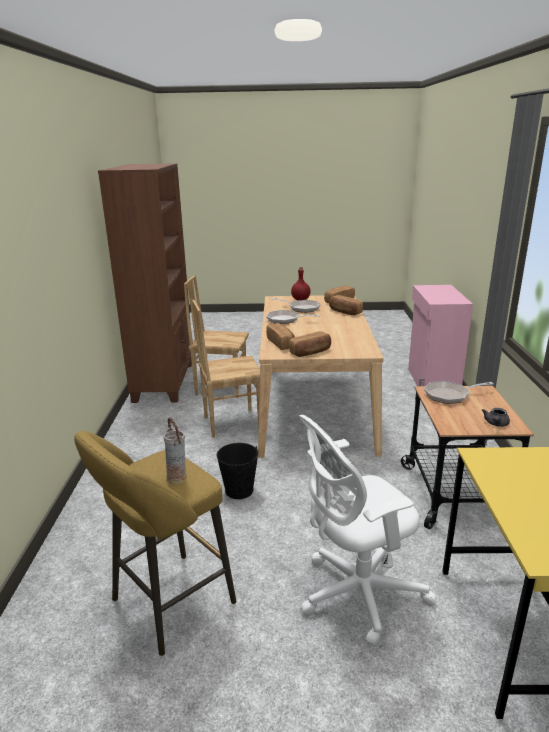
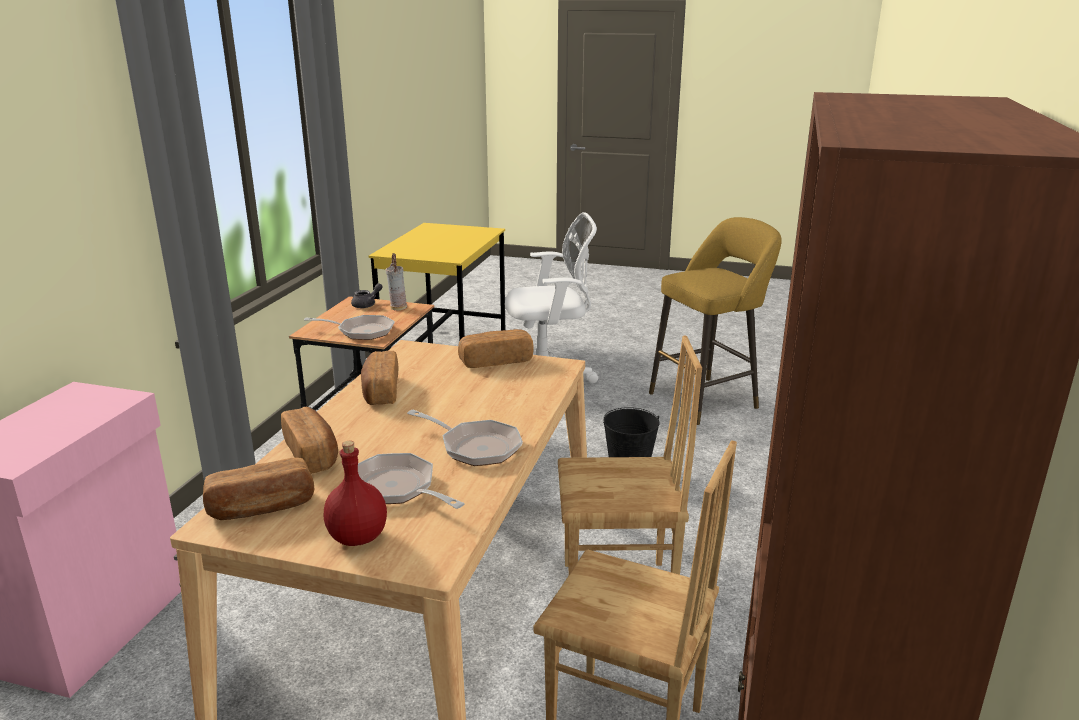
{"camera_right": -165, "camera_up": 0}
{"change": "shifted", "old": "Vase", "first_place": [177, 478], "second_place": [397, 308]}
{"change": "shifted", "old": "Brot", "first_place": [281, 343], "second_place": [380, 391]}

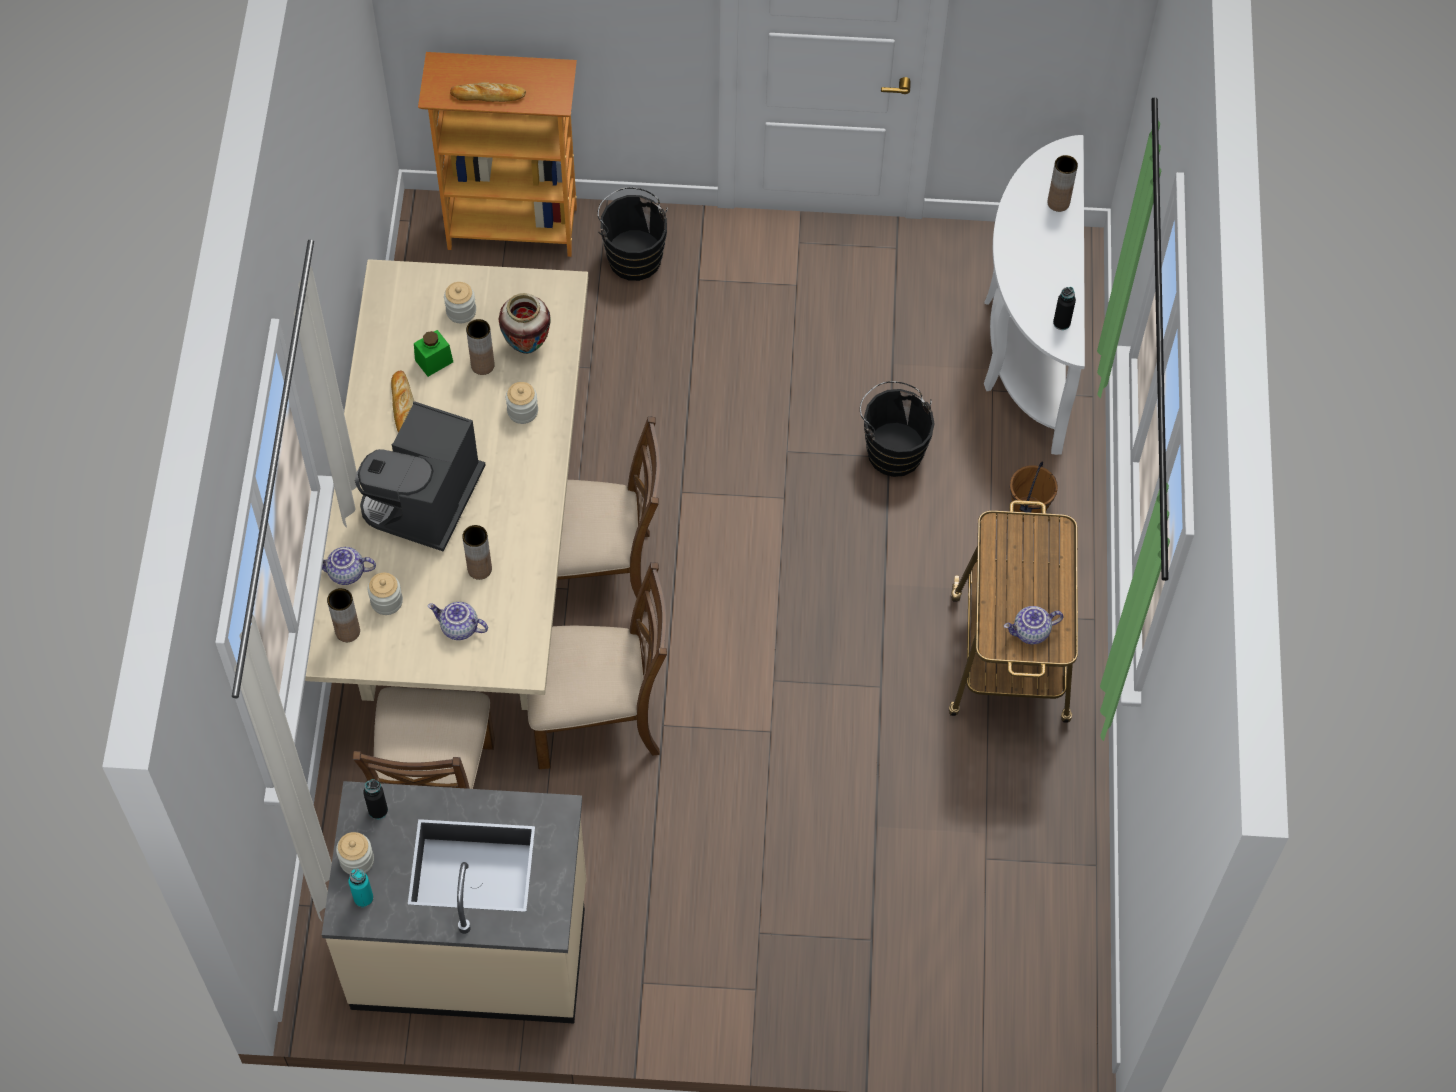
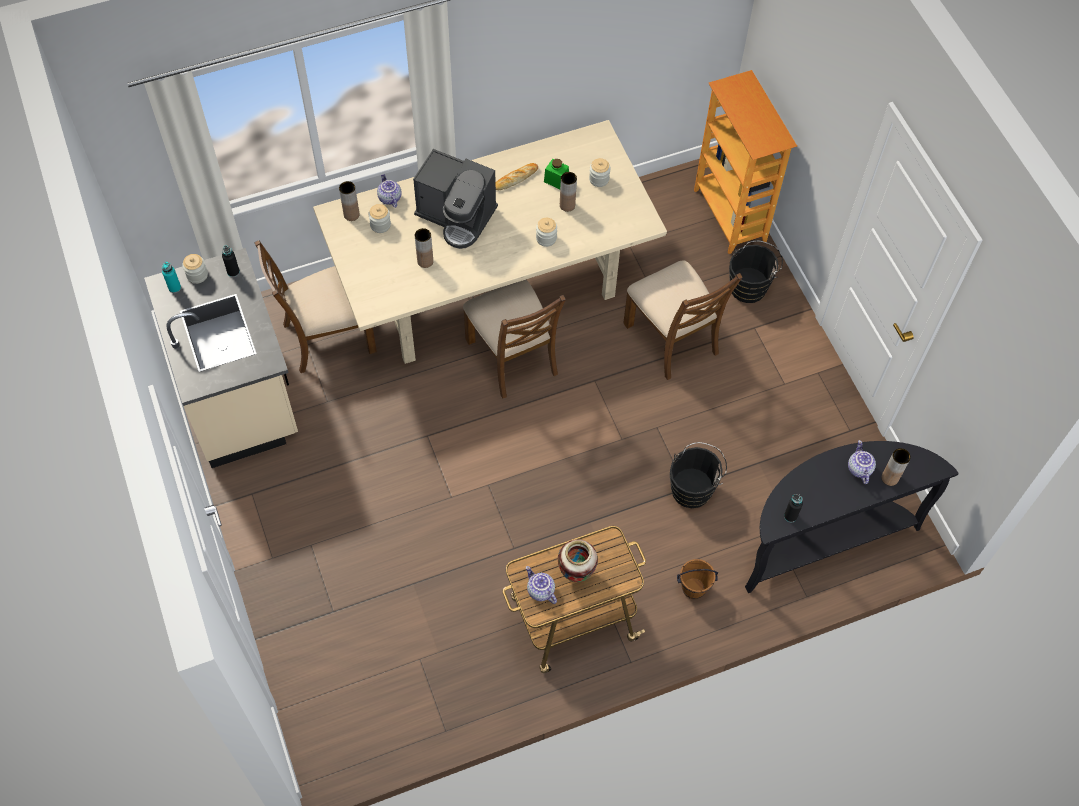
{"camera_right": 65, "camera_up": 0}
{"change": "rotated", "old": "Kaffeemaschine", "first_place": [426, 502], "second_place": [457, 216], "degrees": -150}
{"change": "shifted", "old": "Teekanne", "first_place": [458, 628], "second_place": [858, 468]}
{"change": "gone", "old": "Brot", "first_place": [488, 95]}
{"change": "shifted", "old": "Vase", "first_place": [527, 346], "second_place": [576, 573]}
{"change": "shifted", "old": "Stuhl (braun)", "first_place": [597, 716], "second_place": [672, 338]}
{"change": "repainted", "old": "Konsolentisch (weiß)", "new": "Konsolentisch (schwarz)", "first_place": [1025, 344], "second_place": [822, 538]}

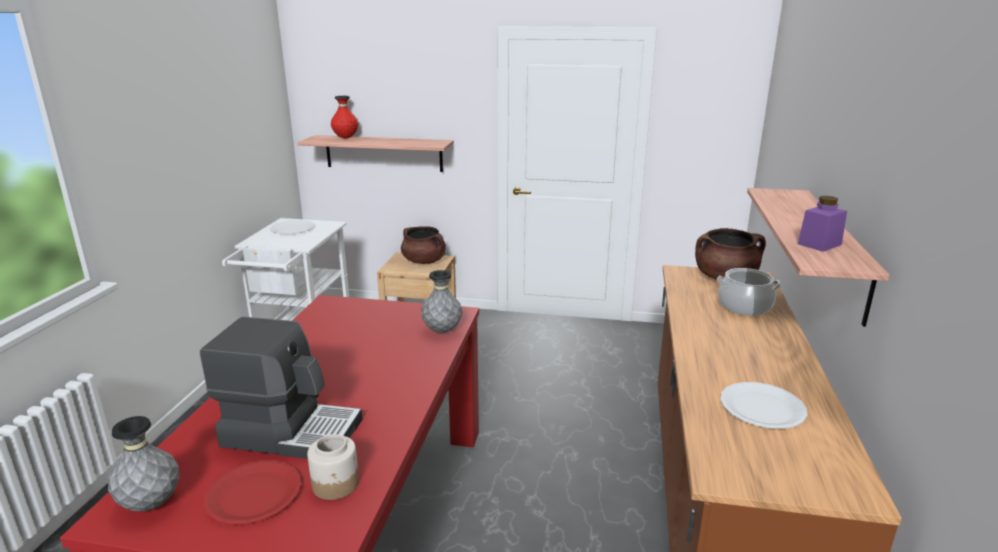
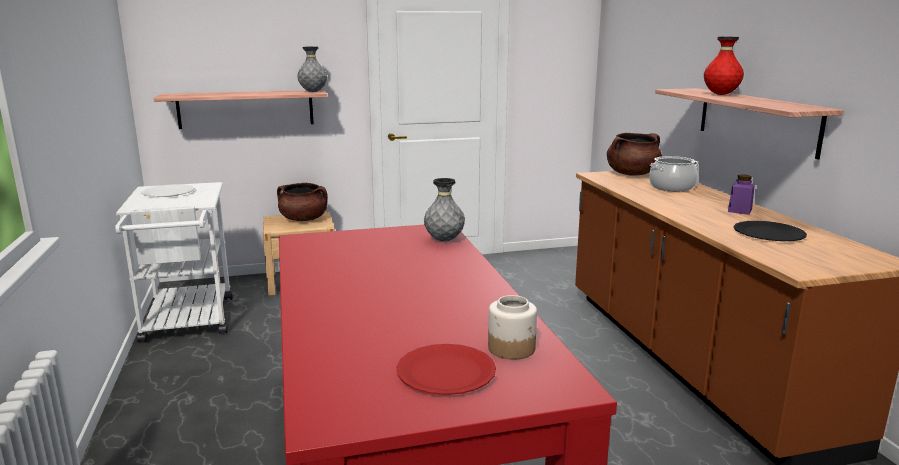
{"camera_right": -25, "camera_up": -5}
{"change": "shifted", "old": "Vase (grau)", "first_place": [151, 504], "second_place": [313, 92]}
{"change": "gone", "old": "Kaffeemaschine", "first_place": [292, 431]}
{"change": "shifted", "old": "Vase (rot)", "first_place": [346, 138], "second_place": [721, 94]}
{"change": "repainted", "old": "Teller (weiß)", "new": "Teller (schwarz)", "first_place": [762, 407], "second_place": [769, 233]}
{"change": "shifted", "old": "Vorratsglas (lila)", "first_place": [819, 244], "second_place": [739, 210]}

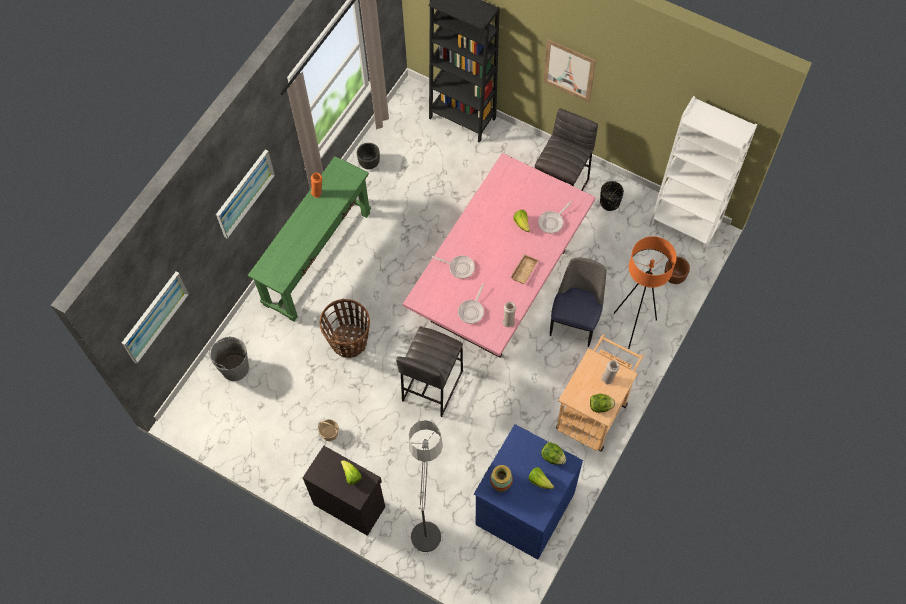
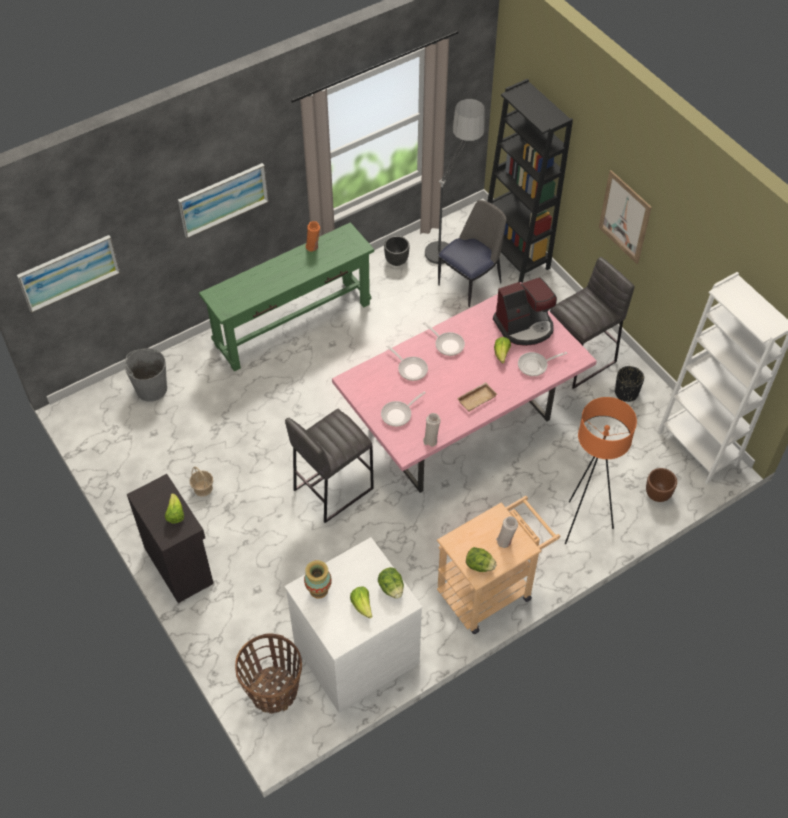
{"camera_right": 25, "camera_up": -10}
{"change": "shifted", "old": "Korb", "first_place": [349, 341], "second_place": [274, 691]}
{"change": "shifted", "old": "Stehlampe", "first_place": [426, 513], "second_place": [449, 239]}
{"change": "repainted", "old": "Kommode (blau)", "new": "Kommode (weiß)", "first_place": [523, 508], "second_place": [355, 652]}
{"change": "shifted", "old": "Stuhl", "first_place": [575, 320], "second_place": [471, 282]}
{"change": "new", "new": "Pfanne", "second_place": [447, 344]}
{"change": "new", "new": "Kaffeemaschine", "second_place": [524, 326]}

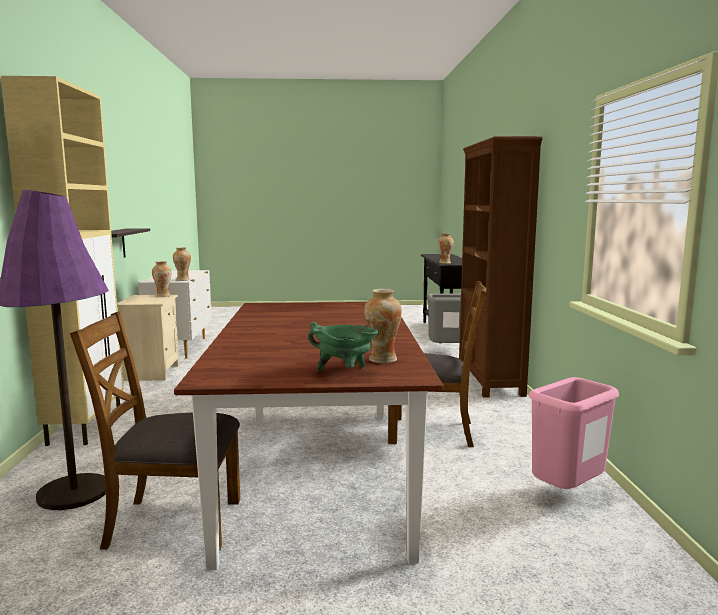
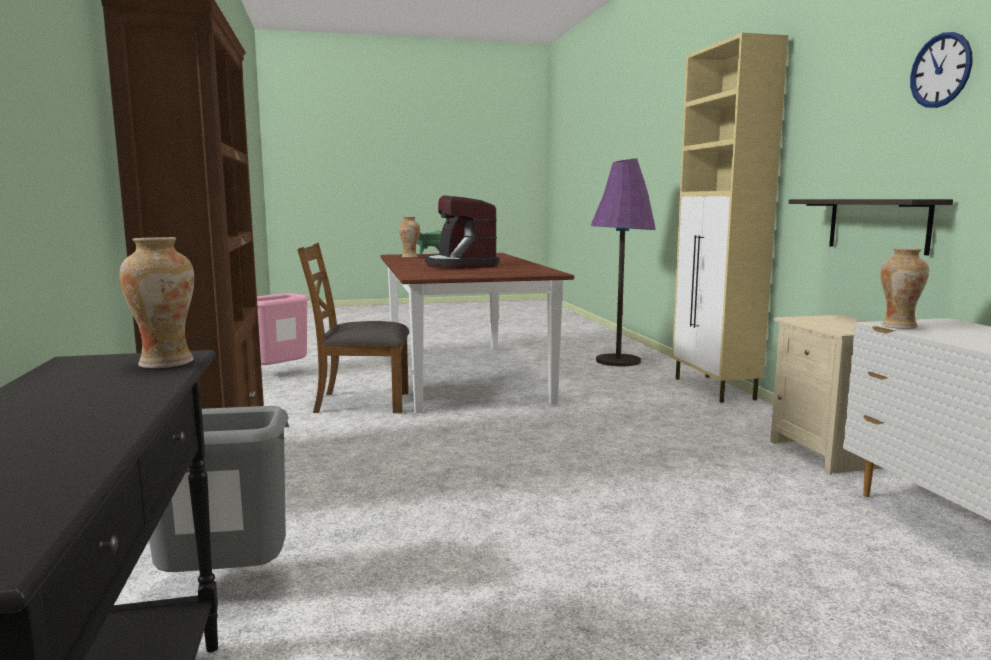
{"camera_right": 170, "camera_up": 0}
{"change": "gone", "old": "Stuhl (braun)", "first_place": [172, 523]}
{"change": "gone", "old": "Vase", "first_place": [163, 296]}
{"change": "new", "new": "Kaffeemaschine", "second_place": [460, 265]}
{"change": "new", "new": "Wanduhr", "second_place": [940, 70]}

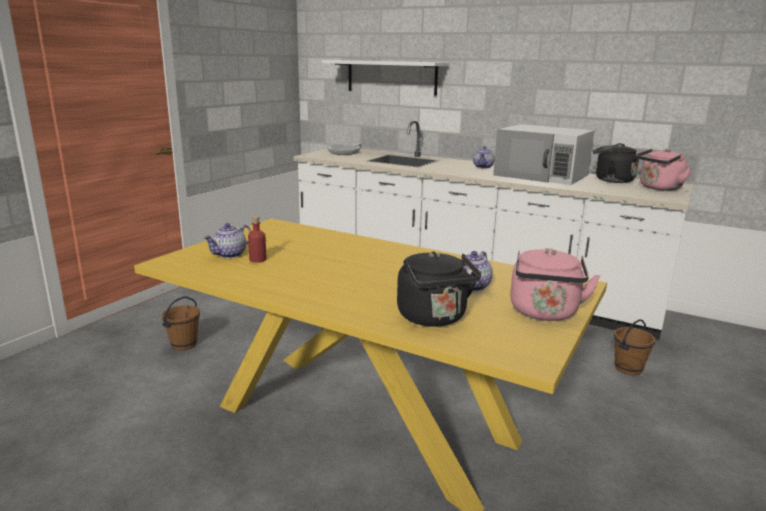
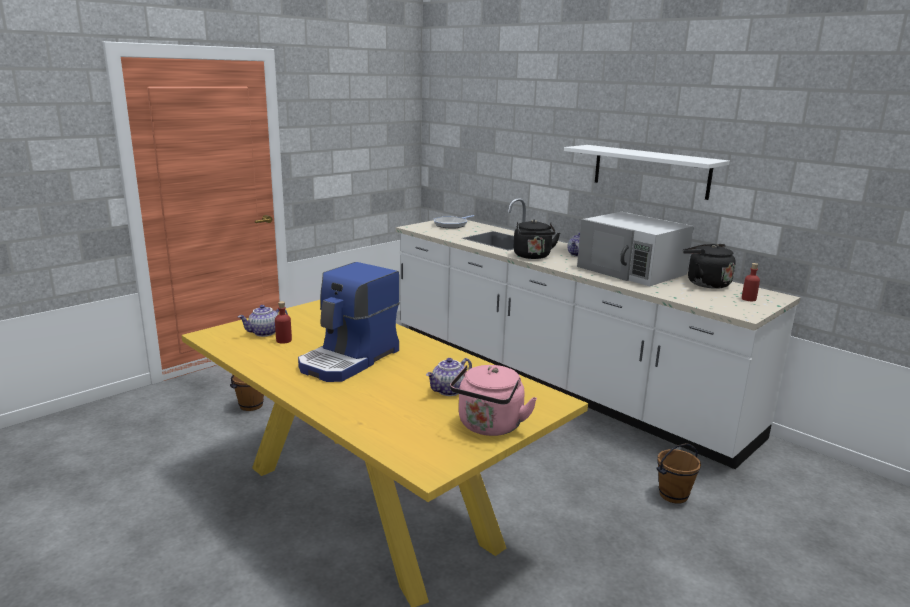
{"camera_right": 15, "camera_up": 0}
{"change": "shifted", "old": "Wandregal (weiß)", "first_place": [391, 77], "second_place": [650, 171]}
{"change": "shifted", "old": "Wasserkessel (schwarz)", "first_place": [434, 318], "second_place": [533, 256]}
{"change": "swapped", "old": "Wasserkessel (rosa)", "new": "Flasche (rot)", "first_place": [658, 188], "second_place": [748, 299]}
{"change": "new", "new": "Kaffeemaschine", "second_place": [350, 360]}

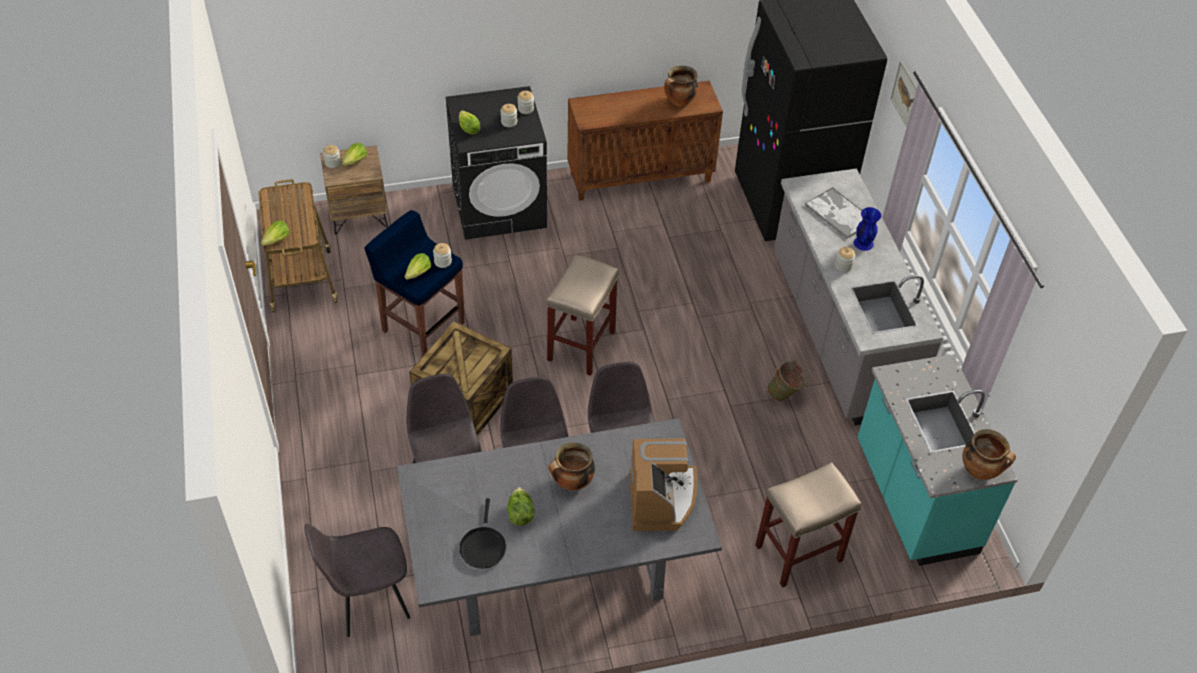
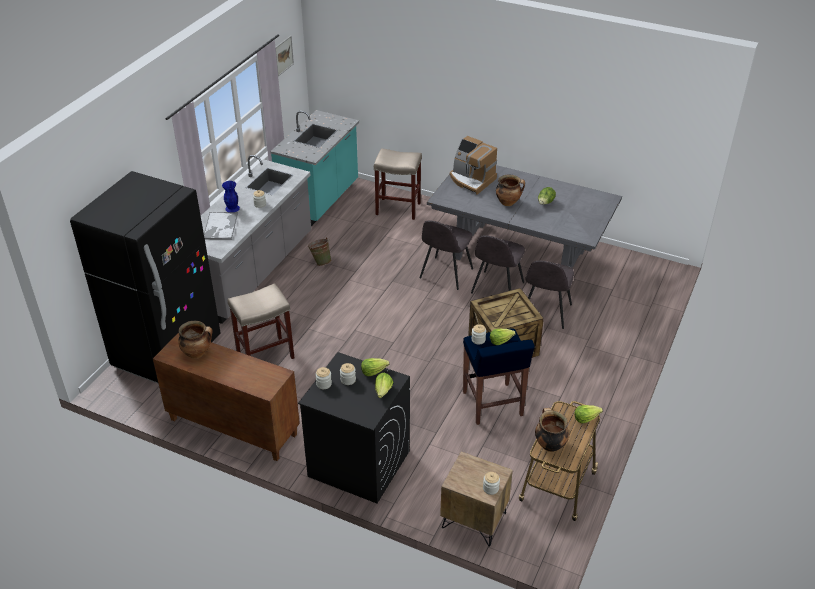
{"camera_right": -140, "camera_up": -10}
{"change": "gone", "old": "Stuhl (grau)", "first_place": [367, 598]}
{"change": "shifted", "old": "Salatkopf", "first_place": [355, 161], "second_place": [373, 371]}
{"change": "gone", "old": "Pfanne (schwarz)", "first_place": [483, 546]}
{"change": "shifted", "old": "Hocker (beige)", "first_place": [581, 345], "second_place": [264, 355]}
{"change": "rotated", "old": "Kaffeemaschine", "first_place": [661, 499], "second_place": [471, 180], "degrees": -90}
{"change": "shifted", "old": "Bild", "first_place": [906, 95], "second_place": [283, 55]}
{"change": "shifted", "old": "Kochtopf", "first_place": [980, 471], "second_place": [549, 444]}

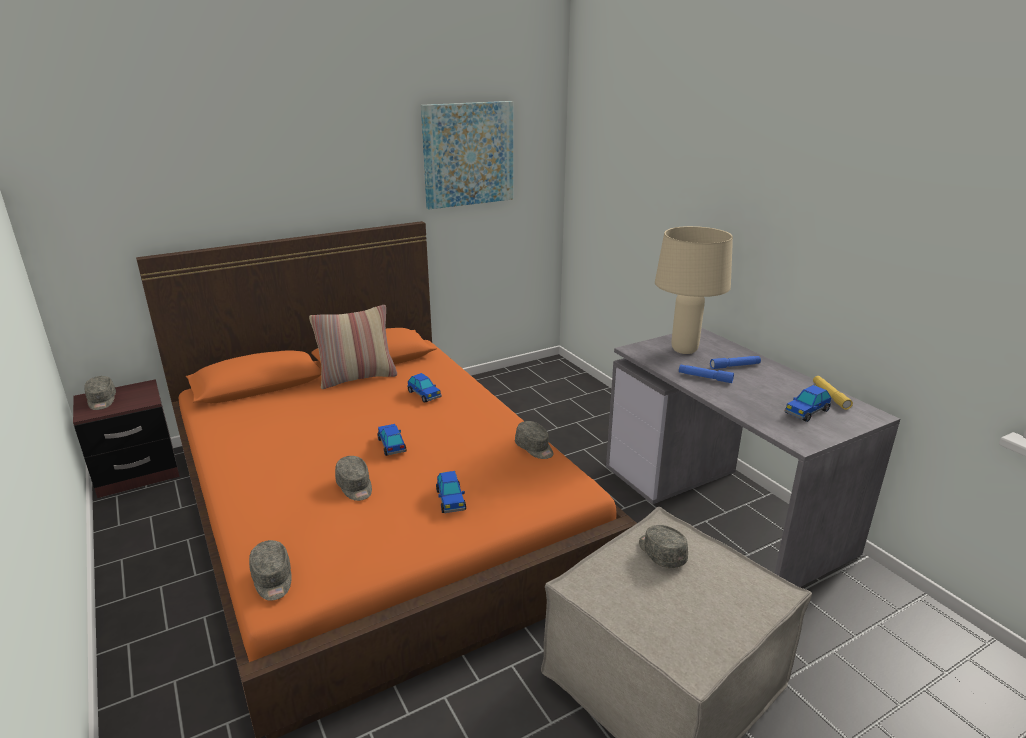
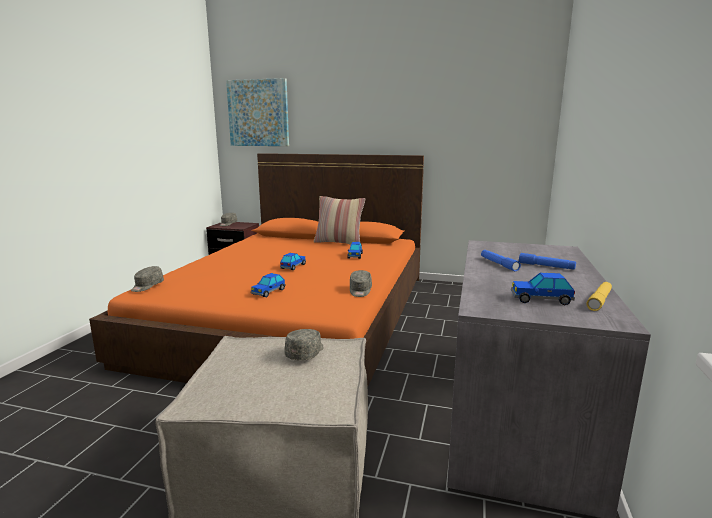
{"camera_right": 45, "camera_up": -10}
{"change": "gone", "old": "Kappe (grau)", "first_place": [355, 487]}
{"change": "shifted", "old": "Bild", "first_place": [468, 154], "second_place": [258, 113]}
{"change": "gone", "old": "Tischlampe (beige)", "first_place": [684, 350]}

